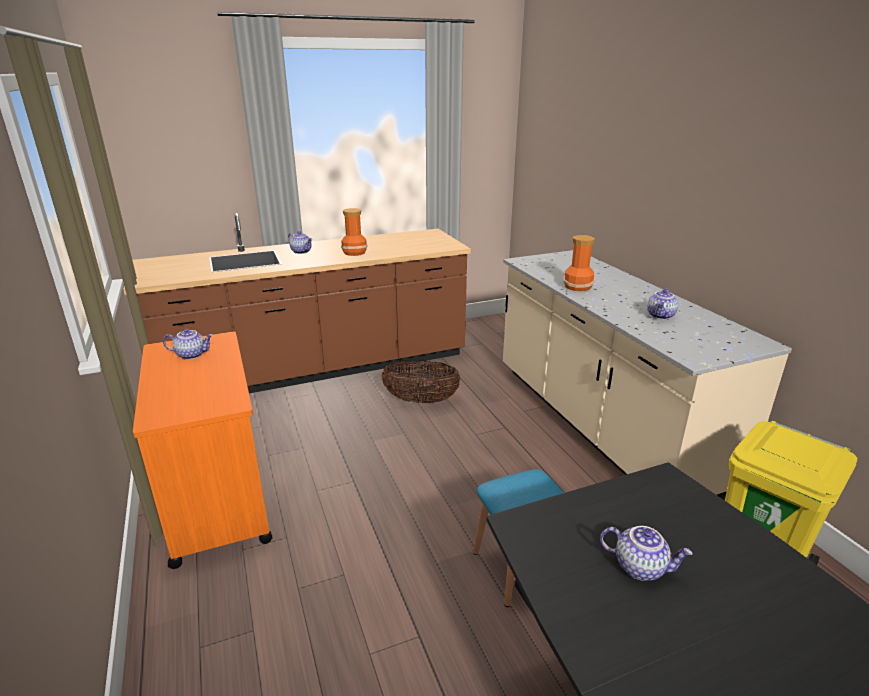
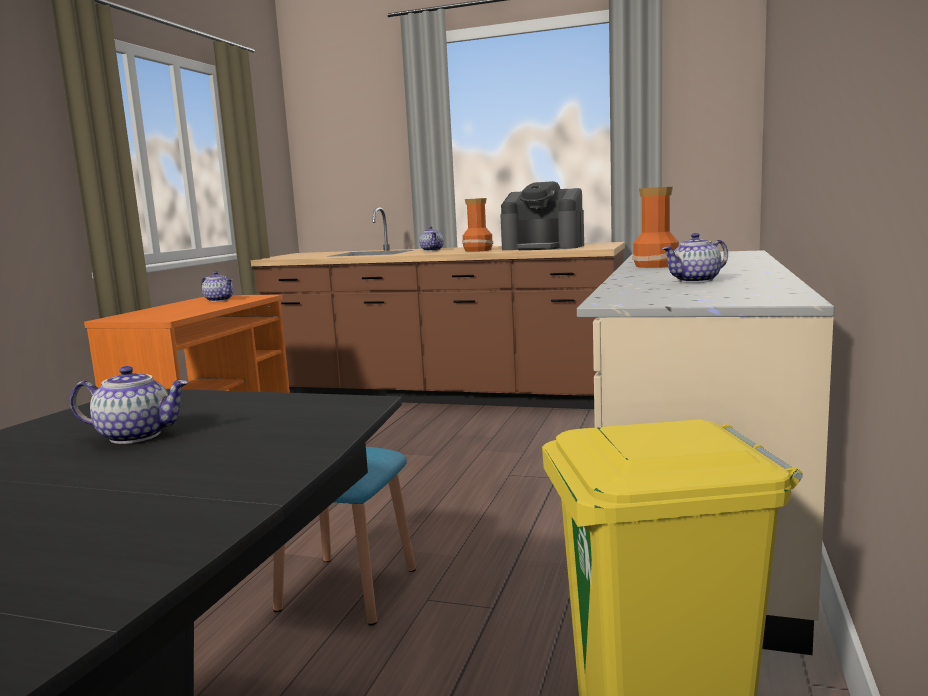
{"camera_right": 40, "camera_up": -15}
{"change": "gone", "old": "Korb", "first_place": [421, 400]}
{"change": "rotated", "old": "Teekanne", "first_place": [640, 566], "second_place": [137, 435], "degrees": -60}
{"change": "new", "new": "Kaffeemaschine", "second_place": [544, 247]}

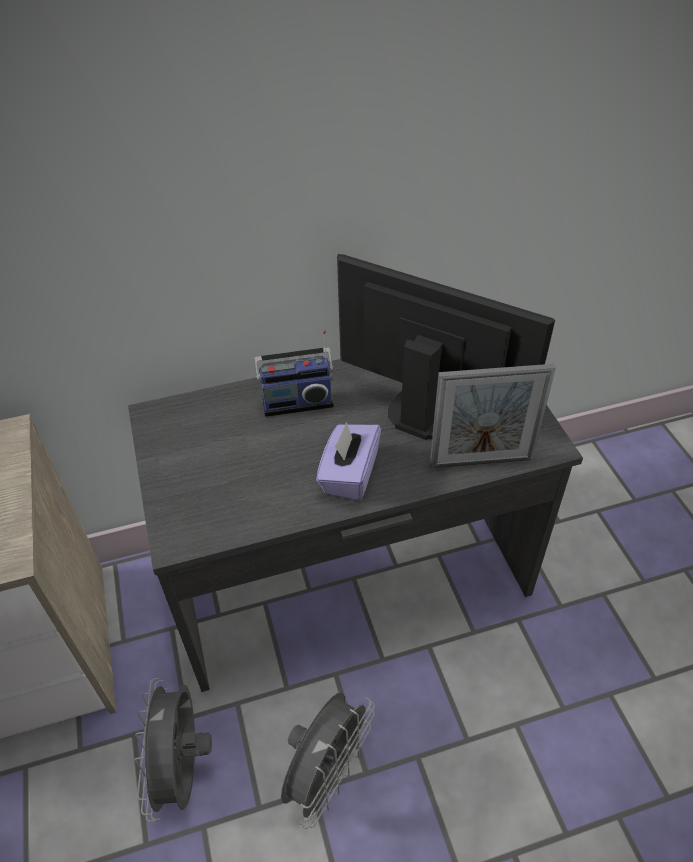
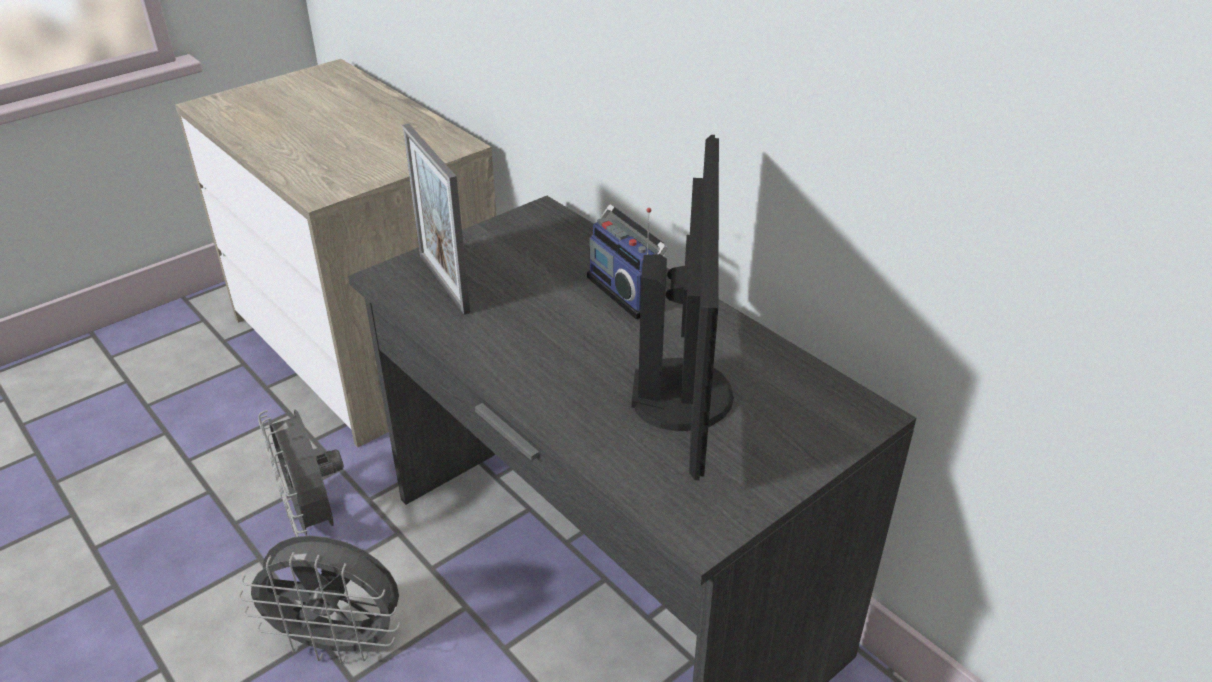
{"camera_right": 65, "camera_up": -10}
{"change": "rotated", "old": "Ventilator (grau)", "first_place": [184, 769], "second_place": [313, 520], "degrees": -90}
{"change": "gone", "old": "Taschentuchbox (lila)", "first_place": [349, 475]}
{"change": "shifted", "old": "Bilderrahmen", "first_place": [481, 462], "second_place": [444, 283]}

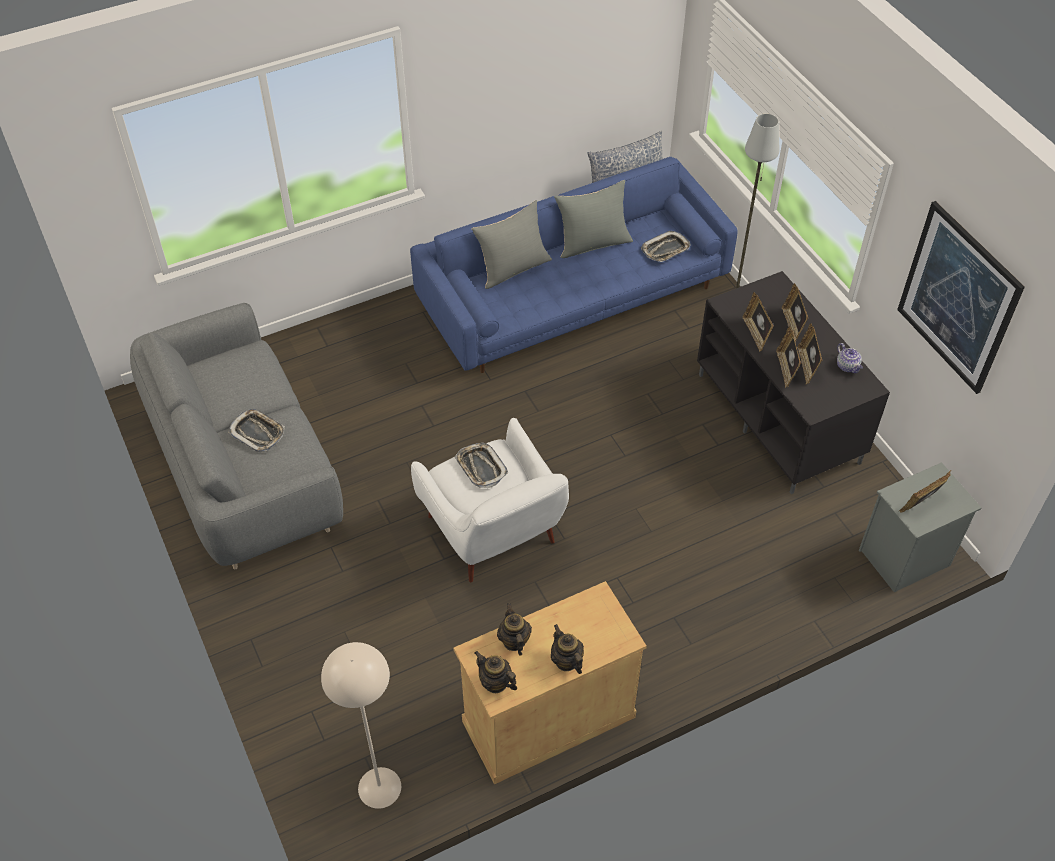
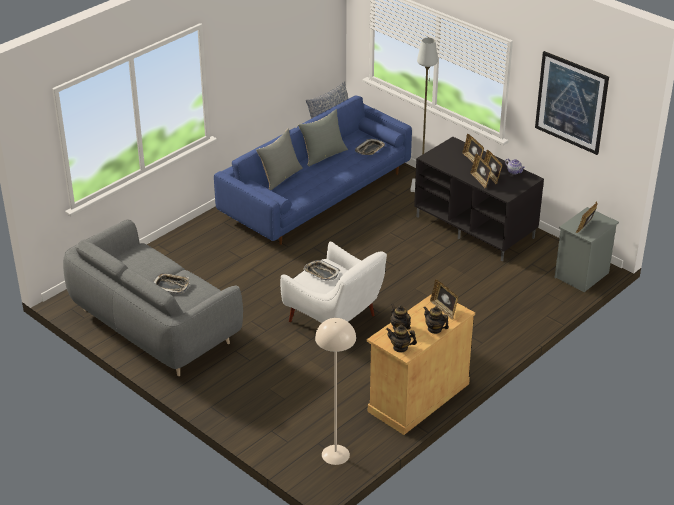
{"camera_right": -20, "camera_up": -15}
{"change": "shifted", "old": "Bilderrahmen", "first_place": [756, 334], "second_place": [444, 309]}

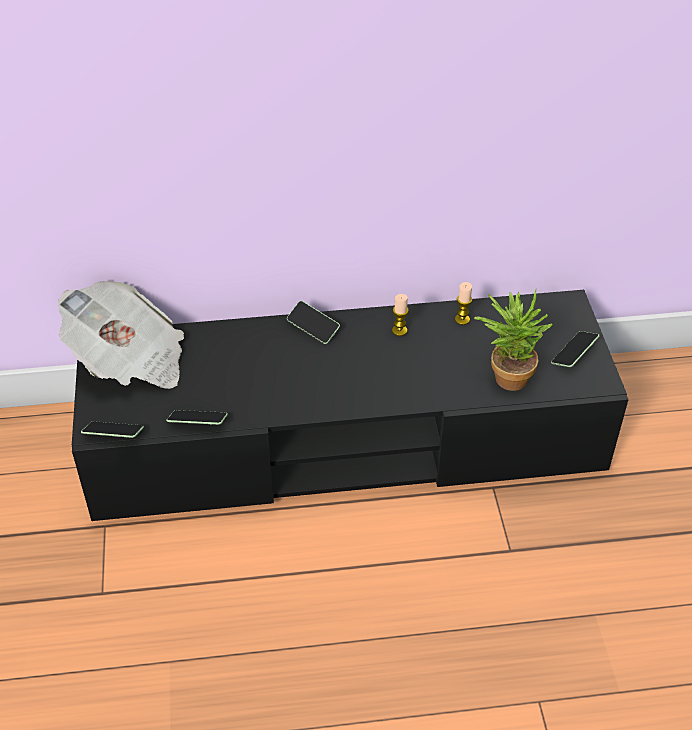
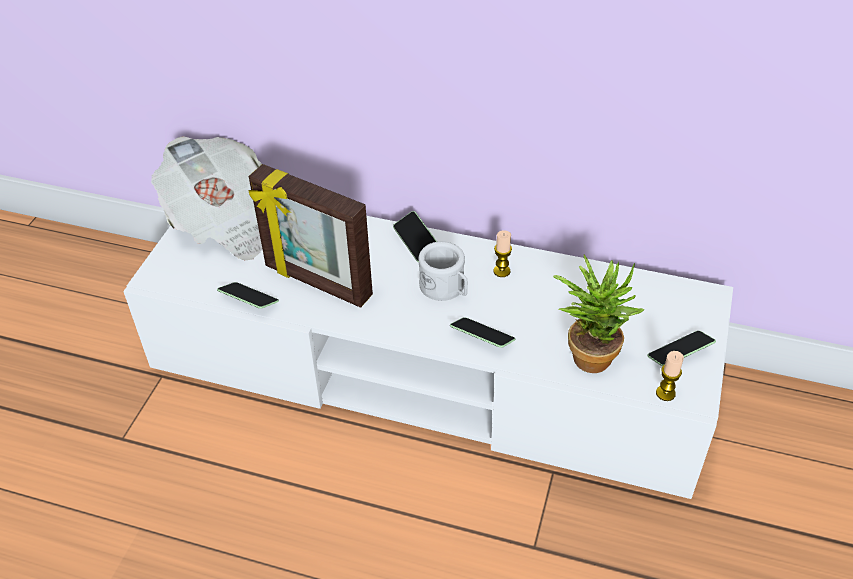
{"camera_right": 25, "camera_up": 0}
{"change": "repainted", "old": "Fernsehschrank (schwarz)", "new": "Fernsehschrank (weiß)", "first_place": [346, 440], "second_place": [428, 371]}
{"change": "shifted", "old": "Handy", "first_place": [113, 435], "second_place": [482, 338]}
{"change": "shifted", "old": "Kerze", "first_place": [462, 319], "second_place": [665, 393]}
{"change": "new", "new": "Bilderrahmen", "second_place": [317, 282]}
{"change": "new", "new": "Henkelbecher (weiß)", "second_place": [445, 288]}

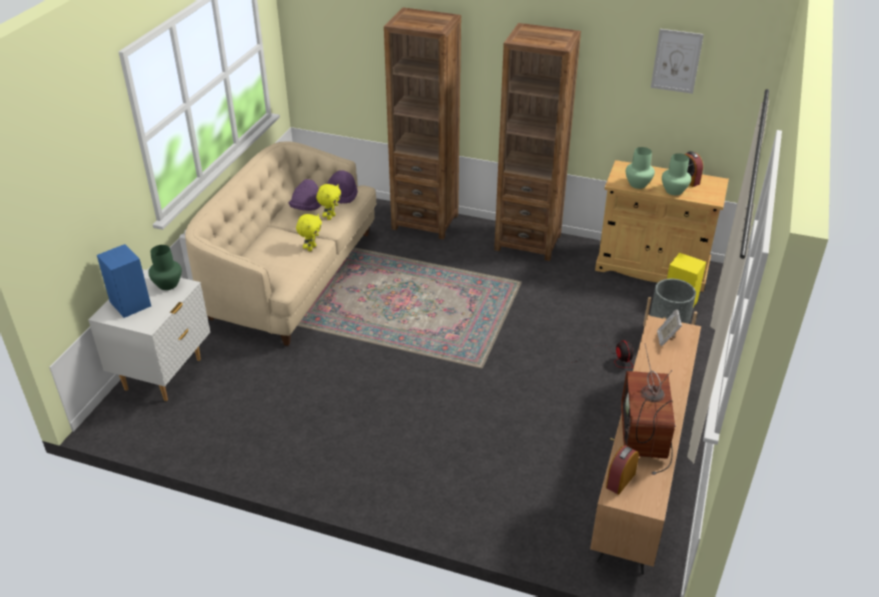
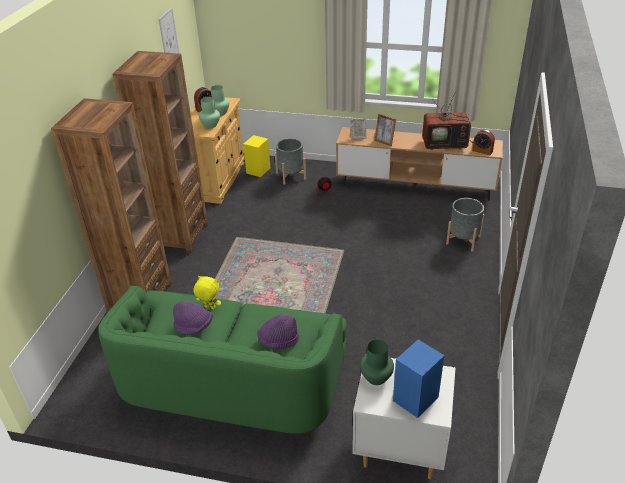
{"camera_right": -95, "camera_up": 0}
{"change": "repainted", "old": "Sofa (beige)", "new": "Sofa (grün)", "first_place": [291, 277], "second_place": [232, 383]}
{"change": "gone", "old": "Plüschtier (gelb)", "first_place": [311, 248]}
{"change": "shifted", "old": "Hut (lila)", "first_place": [343, 194], "second_place": [278, 341]}
{"change": "new", "new": "Bilderrahmen", "second_place": [384, 142]}
{"change": "new", "new": "Pflanzkübel (grau)", "second_place": [463, 240]}

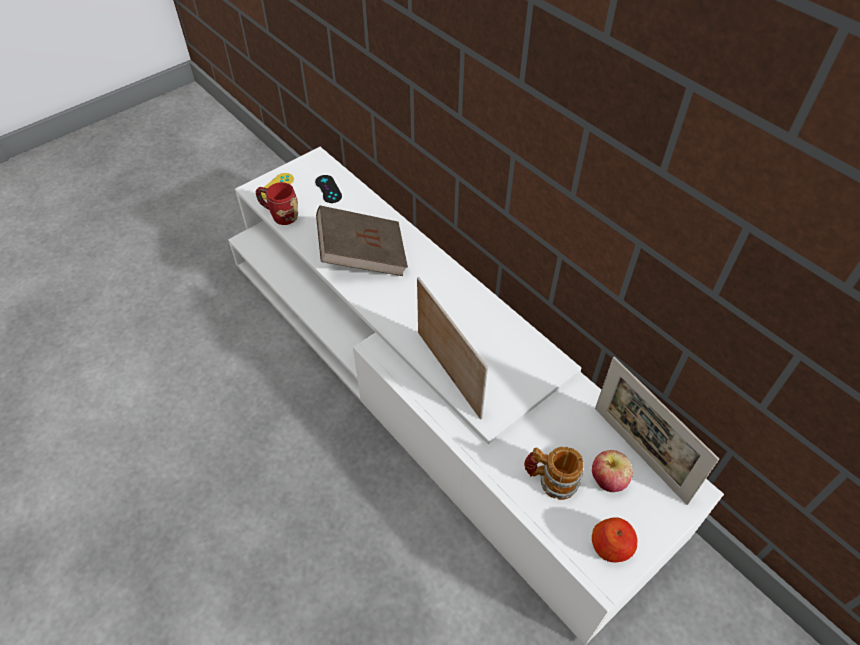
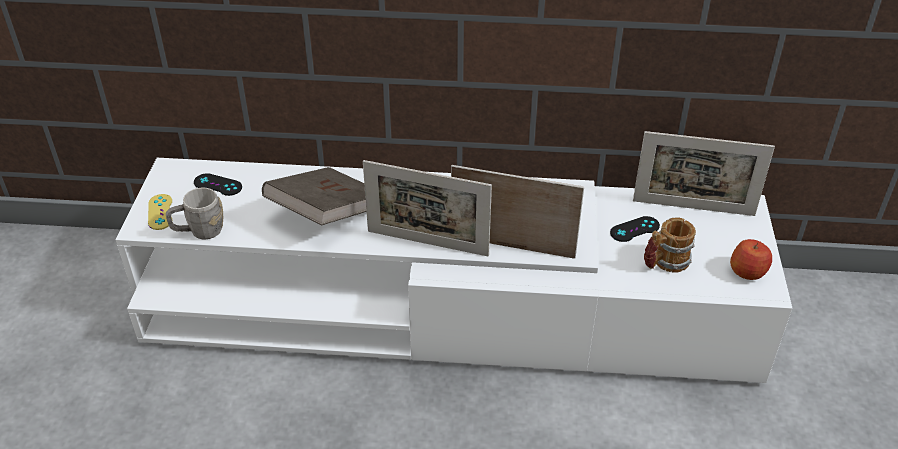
{"camera_right": -45, "camera_up": -10}
{"change": "repainted", "old": "Henkelbecher (rot)", "new": "Henkelbecher (grau)", "first_place": [280, 215], "second_place": [199, 232]}
{"change": "gone", "old": "Apfel", "first_place": [608, 480]}
{"change": "new", "new": "Bilderrahmen", "second_place": [427, 243]}
{"change": "new", "new": "Gamepad (schwarz)", "second_place": [634, 229]}

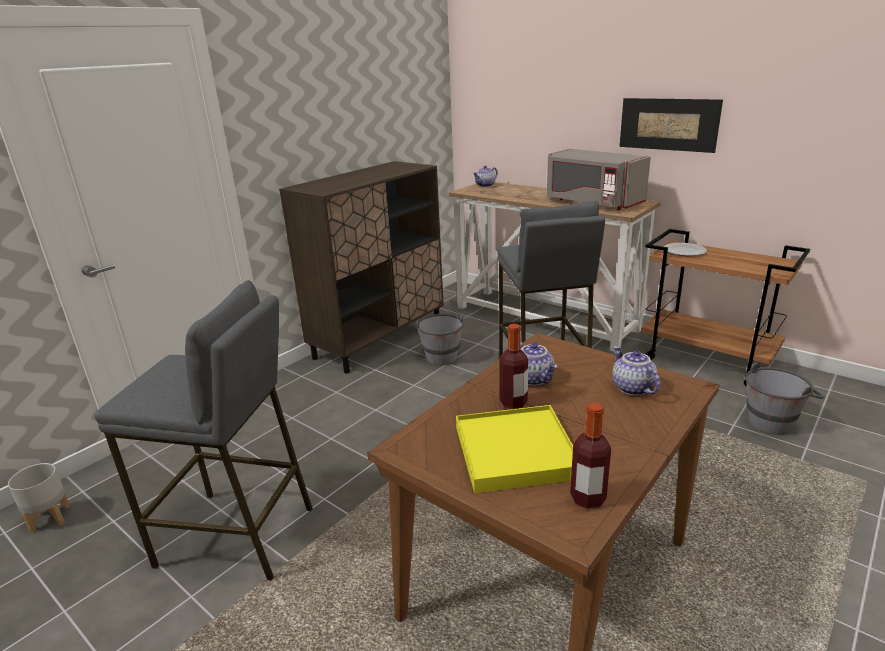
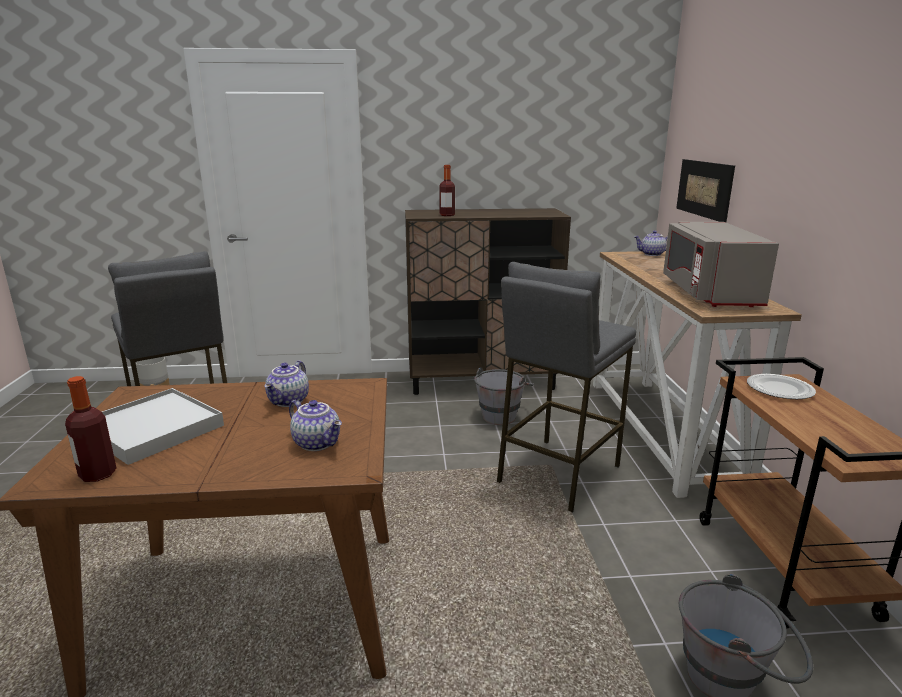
{"camera_right": 45, "camera_up": -5}
{"change": "repainted", "old": "Tablett (gelb)", "new": "Tablett (weiß)", "first_place": [515, 452], "second_place": [153, 429]}
{"change": "shifted", "old": "Flasche", "first_place": [513, 403], "second_place": [447, 215]}
{"change": "rotated", "old": "Teekanne", "first_place": [631, 388], "second_place": [318, 443], "degrees": 105}
{"change": "shifted", "old": "Bild", "first_place": [668, 124], "second_place": [704, 189]}

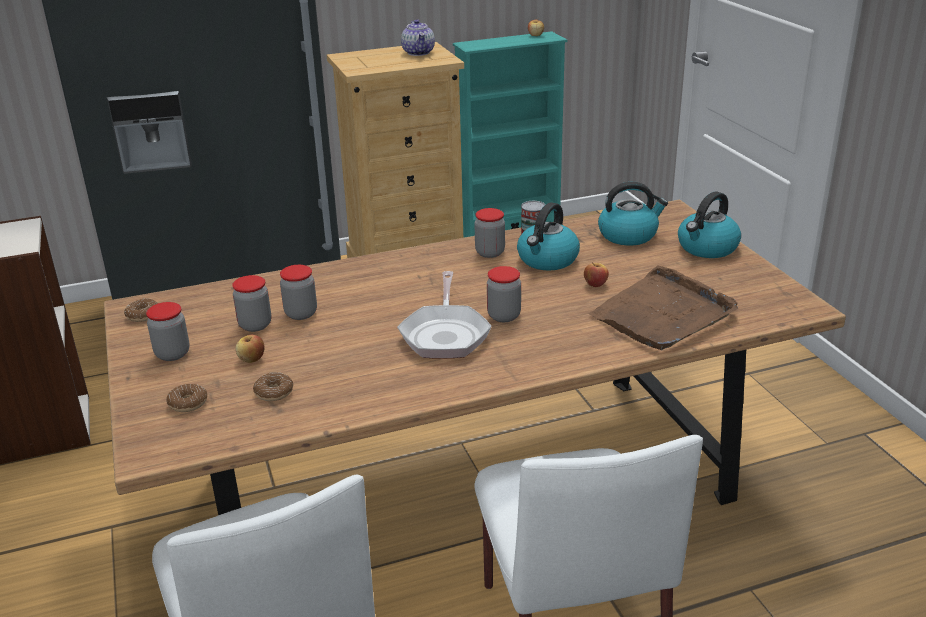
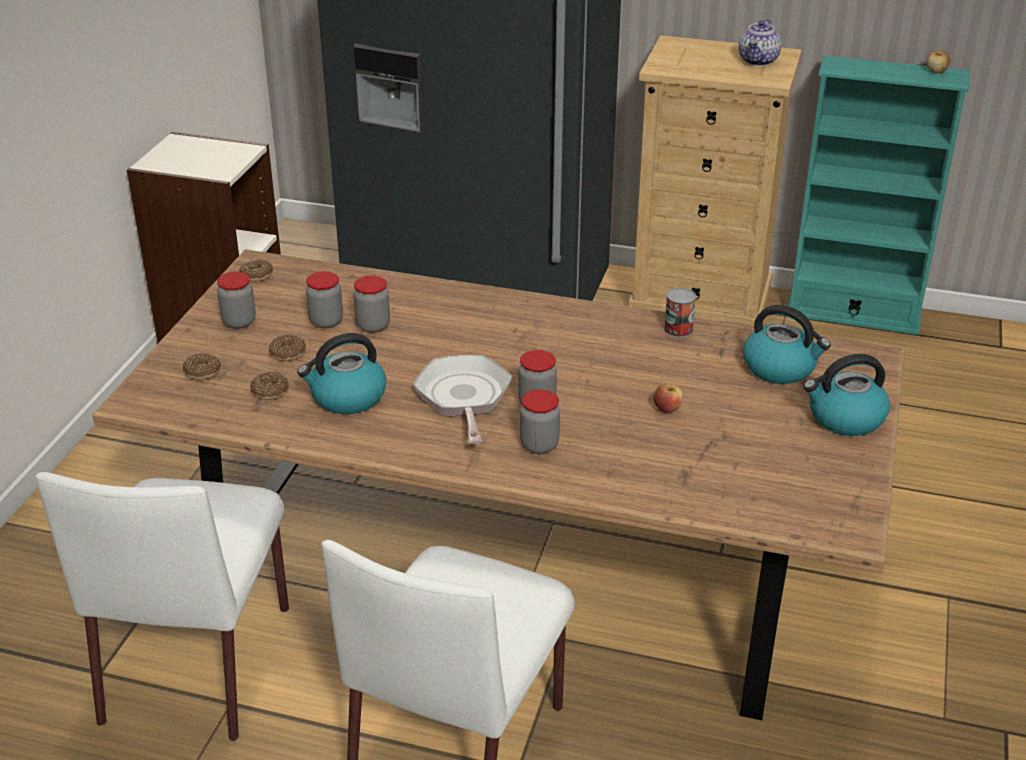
{"camera_right": 35, "camera_up": 5}
{"change": "swapped", "old": "Apfel", "new": "Donut", "first_place": [251, 359], "second_place": [288, 353]}
{"change": "rotated", "old": "Pfanne", "first_place": [445, 334], "second_place": [464, 399], "degrees": 135}
{"change": "shifted", "old": "Vorratsglas", "first_place": [490, 252], "second_place": [539, 445]}
{"change": "shifted", "old": "Wasserkessel", "first_place": [547, 260], "second_place": [347, 397]}
{"change": "gone", "old": "Tablett (braun)", "first_place": [663, 314]}

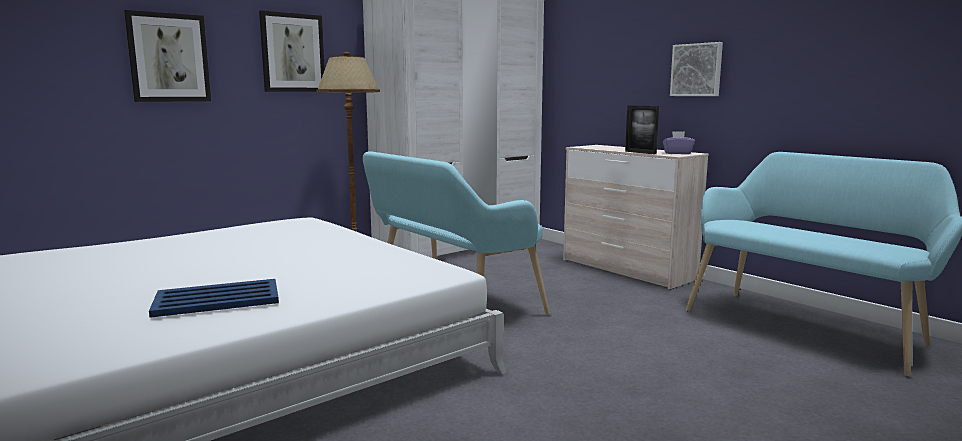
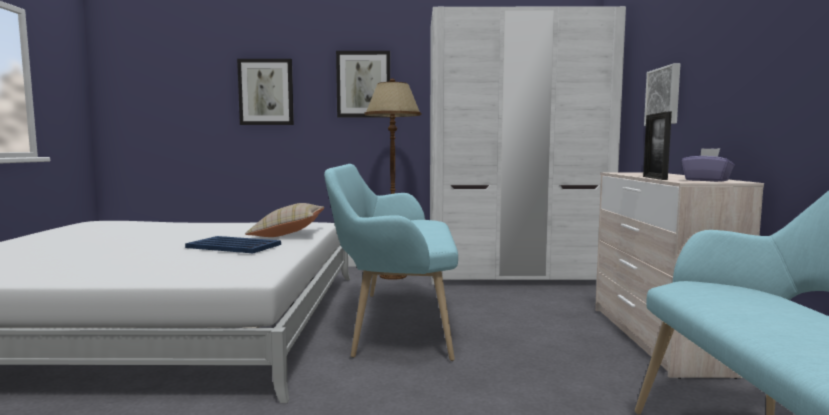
{"camera_right": 40, "camera_up": -5}
{"change": "shifted", "old": "Tablett (blau)", "first_place": [219, 299], "second_place": [234, 246]}
{"change": "shifted", "old": "Bild", "first_place": [697, 70], "second_place": [664, 96]}
{"change": "new", "new": "Kissen (beige)", "second_place": [287, 234]}

